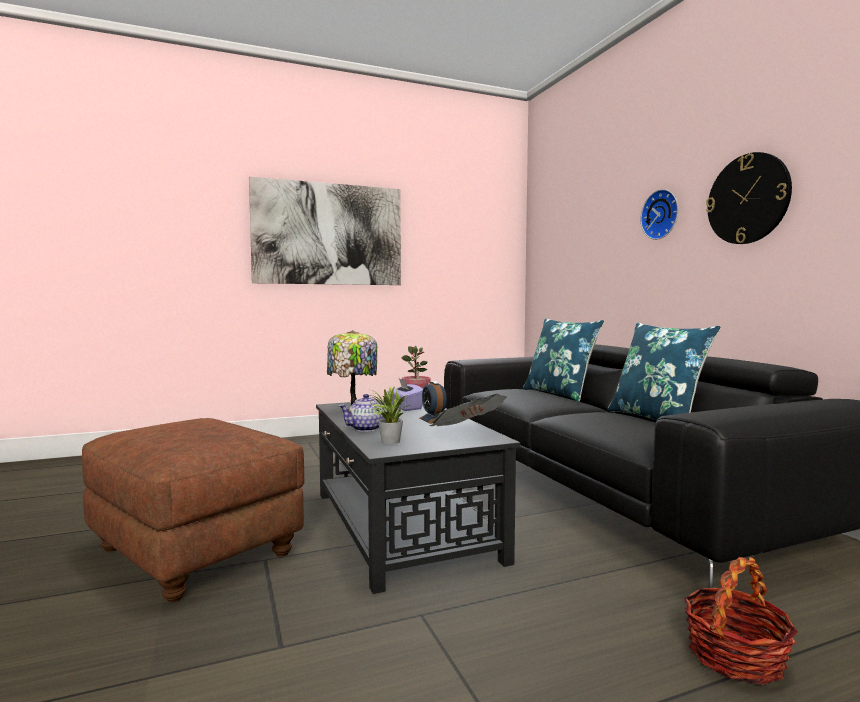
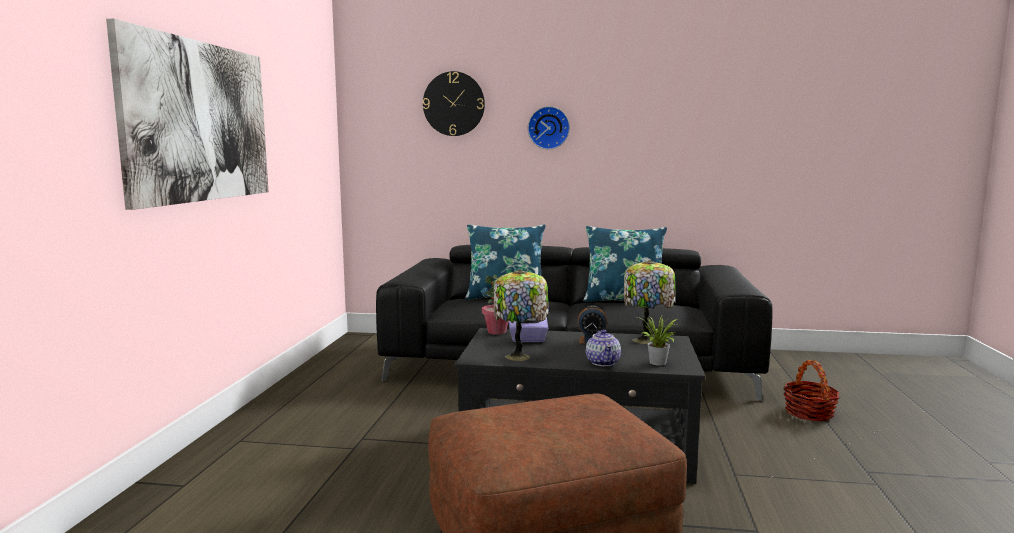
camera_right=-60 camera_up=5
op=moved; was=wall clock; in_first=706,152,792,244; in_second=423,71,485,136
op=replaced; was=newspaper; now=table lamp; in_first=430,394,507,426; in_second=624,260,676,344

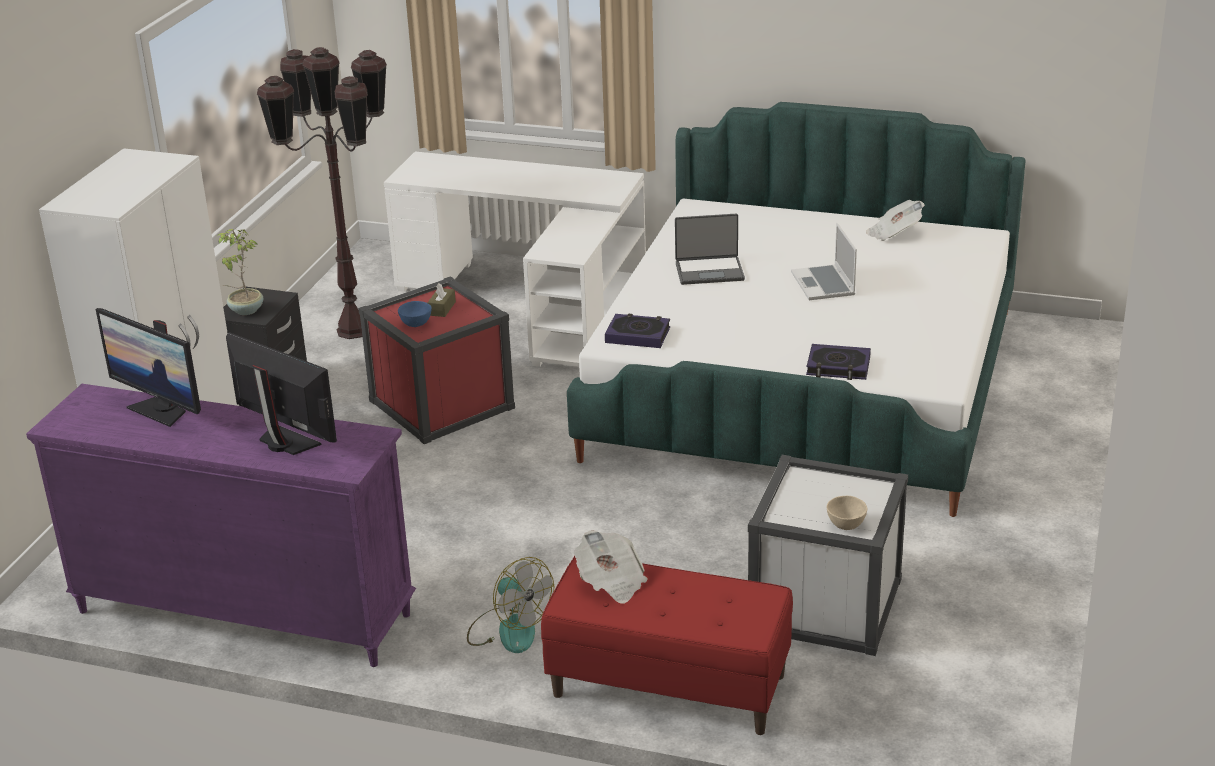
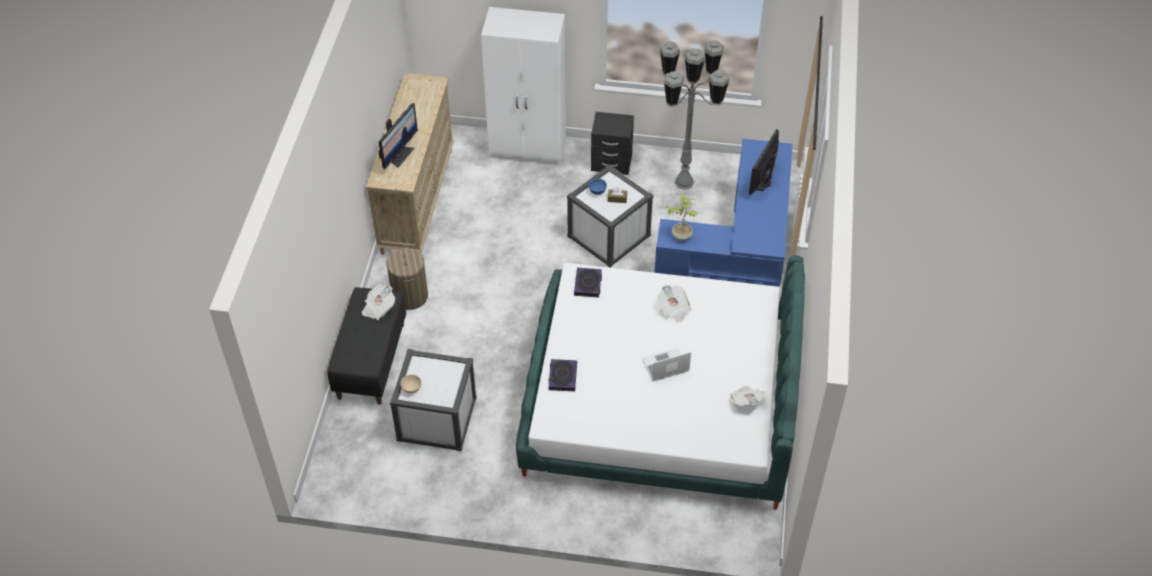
camera_right=80 camera_up=20
op=recoloured; was=brown floor lamp; now=grey floor lamp; in_first=257,47,387,339; in_second=660,40,730,190
op=recoloured; was=white desk; now=blue desk; in_first=384,151,646,371; in_second=655,139,793,287
op=replaced; was=laptop; now=newspaper; in_first=675,214,745,285; in_second=658,285,692,323
op=moved; was=potted plant; in_first=217,229,263,315; in_second=666,195,697,241
op=recoloured; was=red storage box; now=white storage box; in_first=358,276,515,444; in_second=567,165,653,267
op=moved; was=monitor; in_first=96,308,201,427; in_second=749,129,779,195
op=recoloured; was=purple dresser; now=beige dresser; in_first=26,384,416,667; in_second=366,73,454,255
op=recoloured; was=red bench; now=black bench; in_first=541,556,793,735; in_second=327,287,406,405
op=replaced; was=fan; now=laundry basket; in_first=467,557,554,653; in_second=386,246,428,310

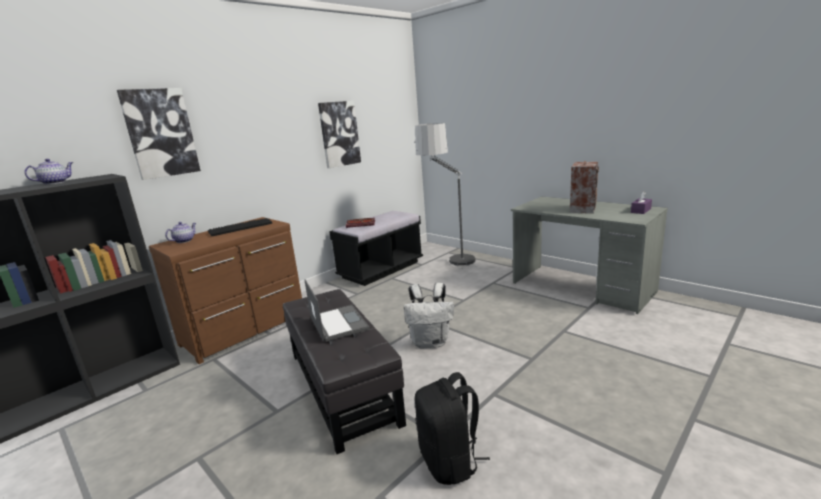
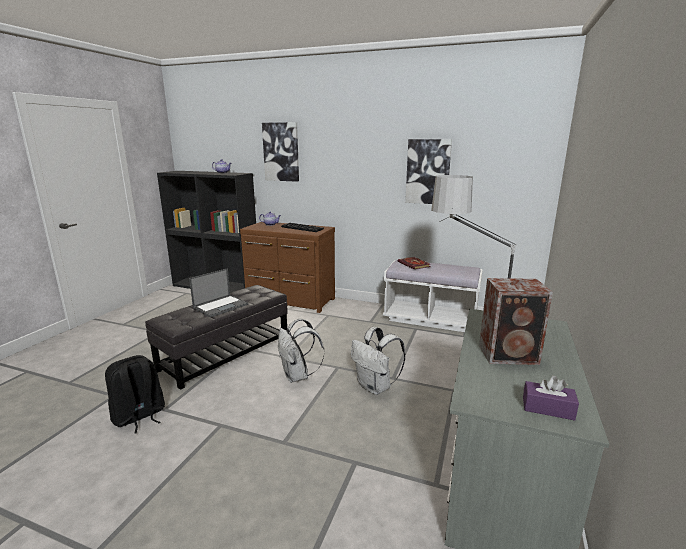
camera_right=65 camera_up=0
op=recoloured; was=black bench; now=white bench; in_first=329,211,423,286; in_second=383,260,483,332
op=added; now=white backpack; in_second=351,327,406,395

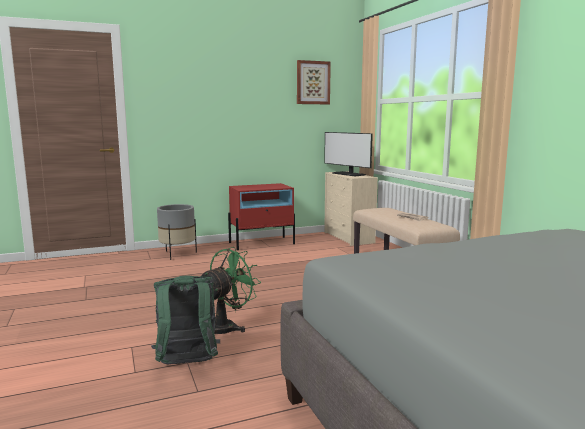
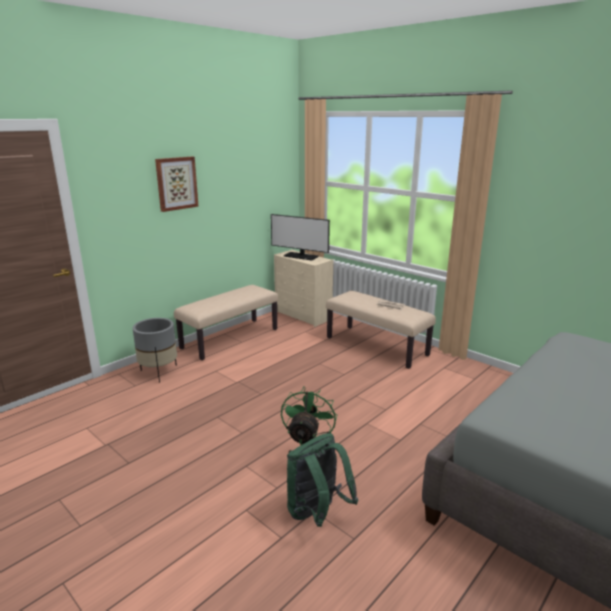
camera_right=-25 camera_up=10
op=moved; was=picture; in_first=297,60,331,104; in_second=155,157,199,212
op=replaced; was=red nightstand; now=beige bench; in_first=228,183,295,250; in_second=174,285,278,360

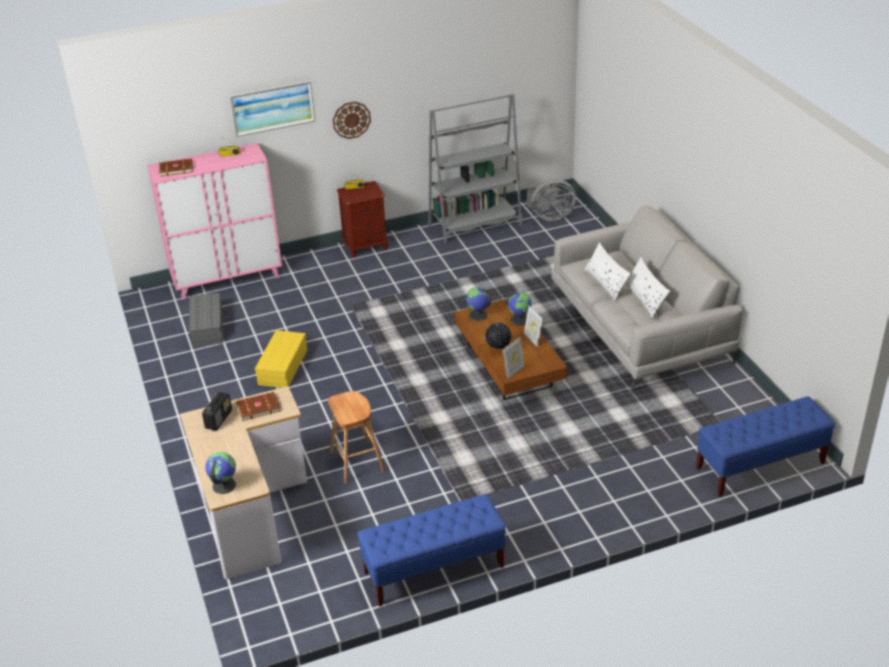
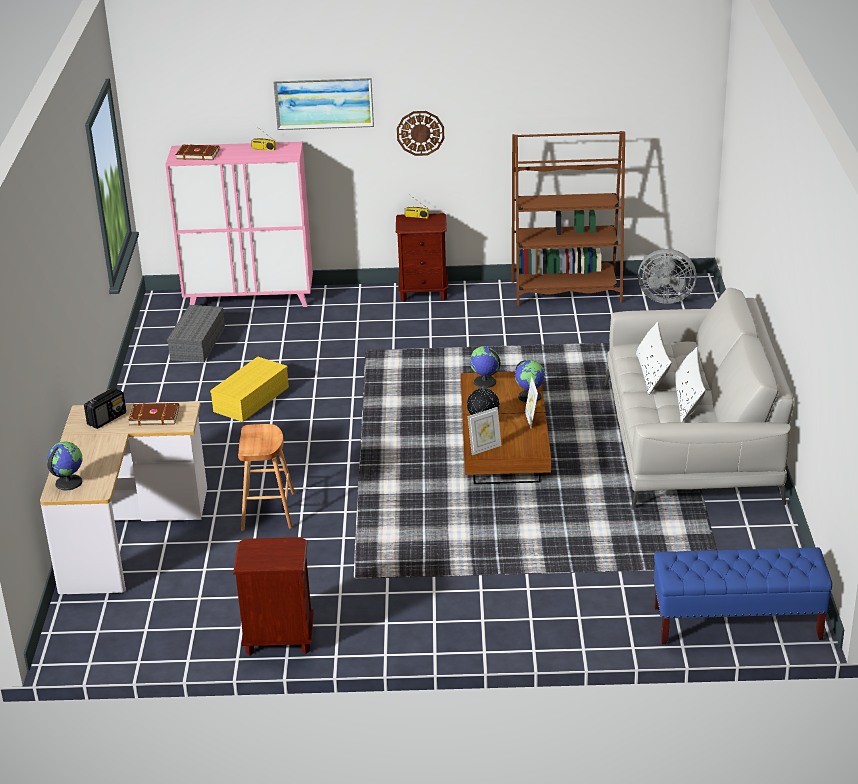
camera_right=20 camera_up=-5
op=recoloured; was=grey bookcase; now=brown bookcase; in_first=428,94,522,244; in_second=512,131,625,306
op=replaced; was=blue bench; now=brown nightstand; in_first=357,494,506,606; in_second=233,537,314,656

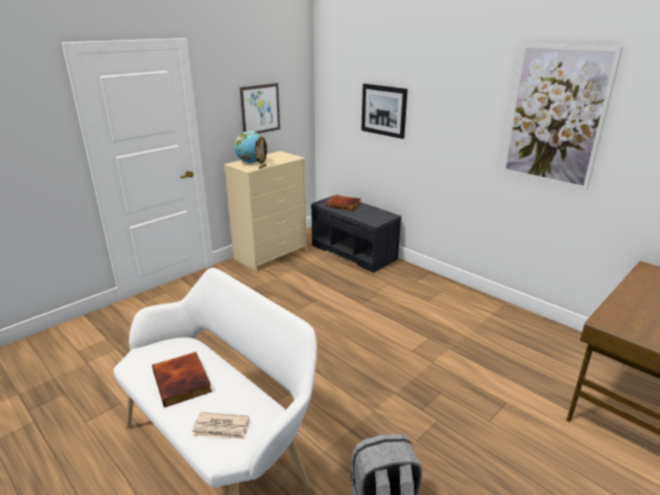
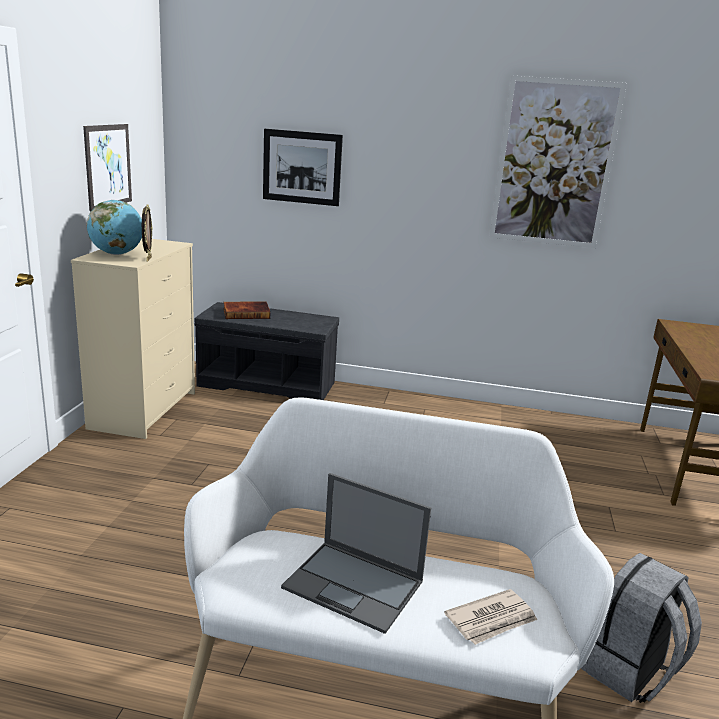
camera_right=-35 camera_up=-5
op=replaced; was=book; now=laptop; in_first=152,352,212,408; in_second=281,473,431,634

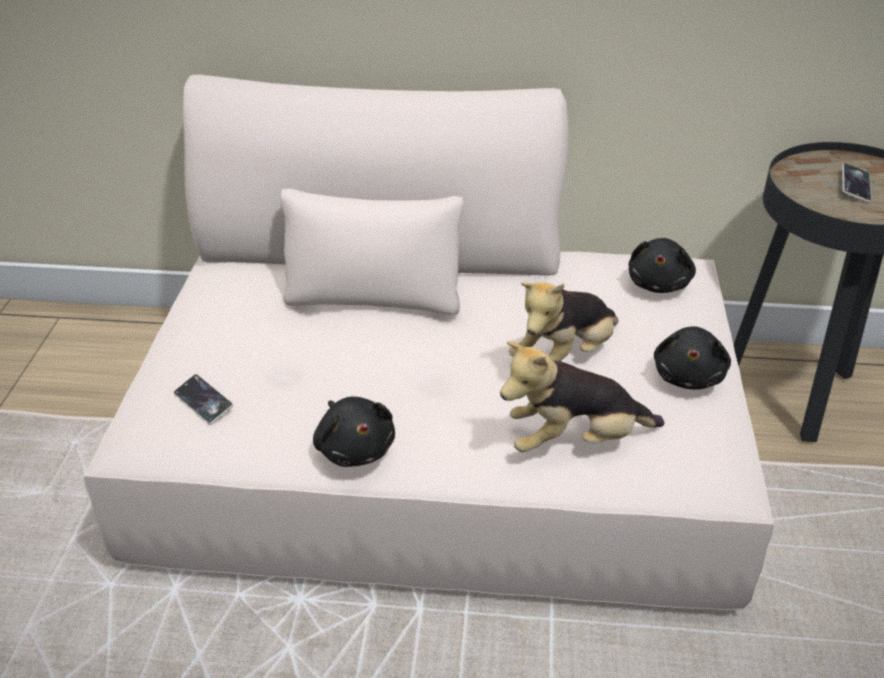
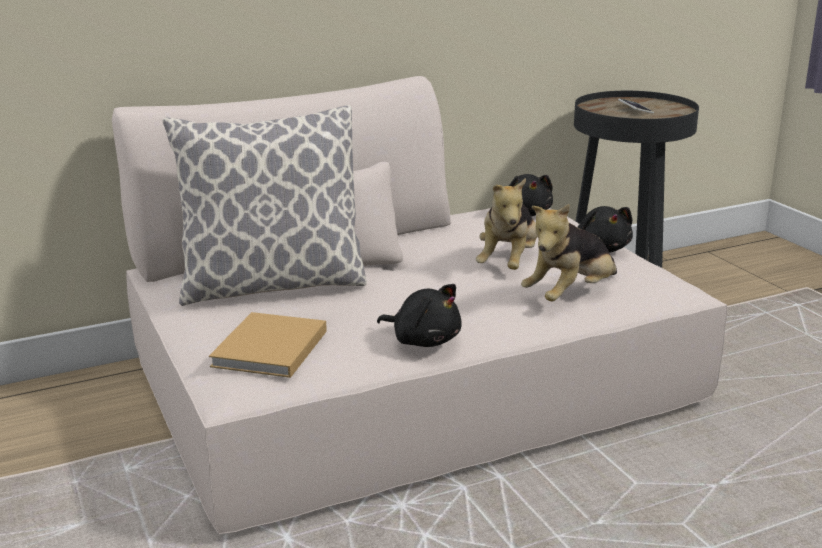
camera_right=-30 camera_up=-15
op=replaced; was=phone; now=beige book; in_first=174,374,233,425; in_second=209,312,327,378
op=added; now=pillow; in_second=162,105,367,306

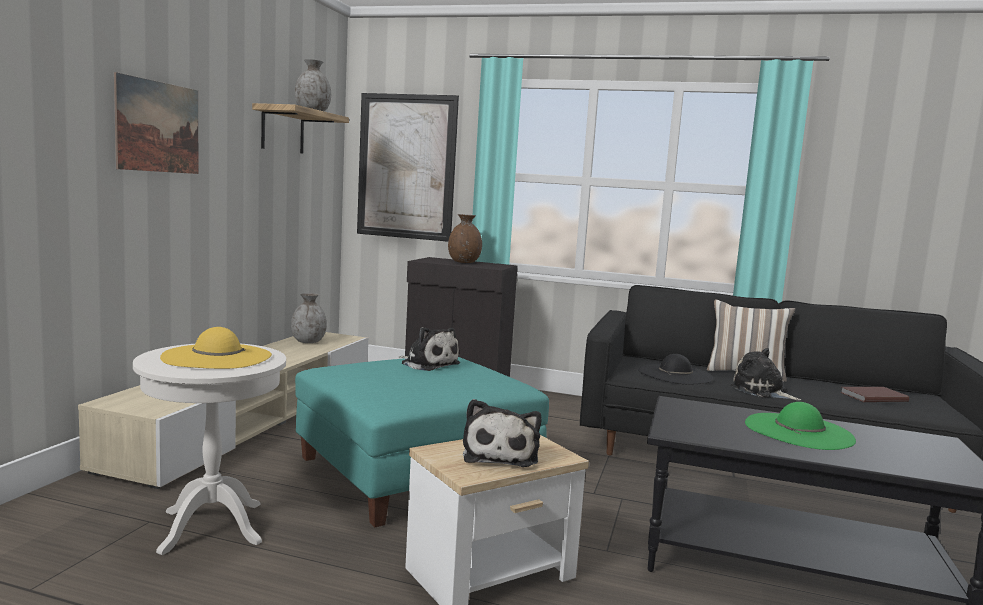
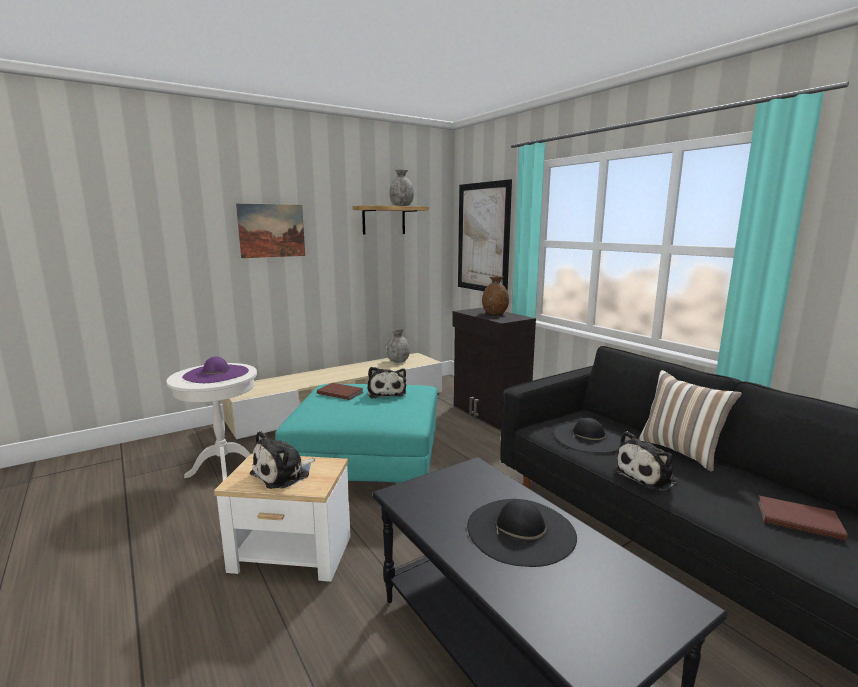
camera_right=40 camera_up=5
op=recoloured; was=yellow hat; now=purple hat; in_first=160,327,272,369; in_second=182,357,249,383
op=turned; was=plush toy; in_first=731,348,801,401; in_second=613,431,677,491; clockwise=-120
op=recoloured; was=green hat; now=black hat; in_first=745,402,856,450; in_second=467,499,577,567
op=added; now=brown book; in_second=317,383,364,400

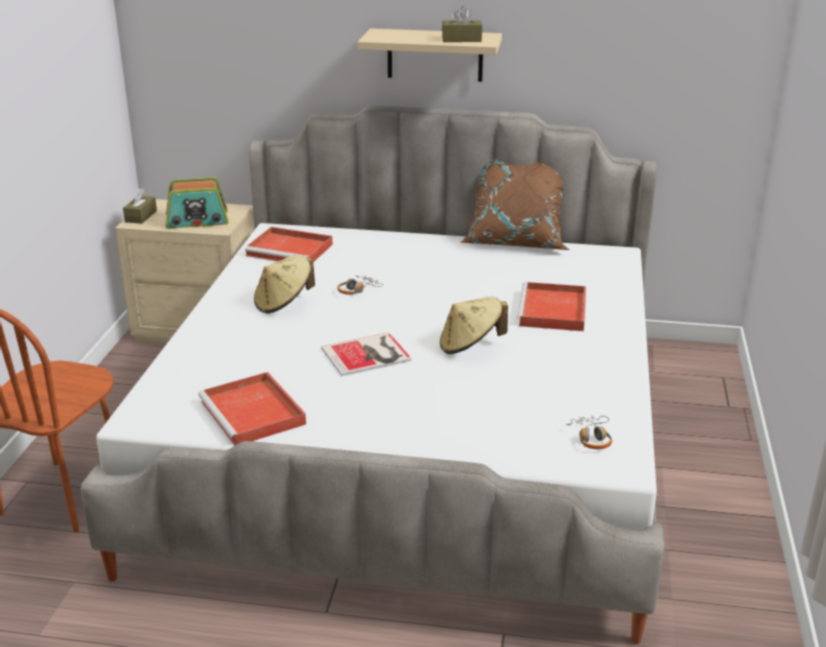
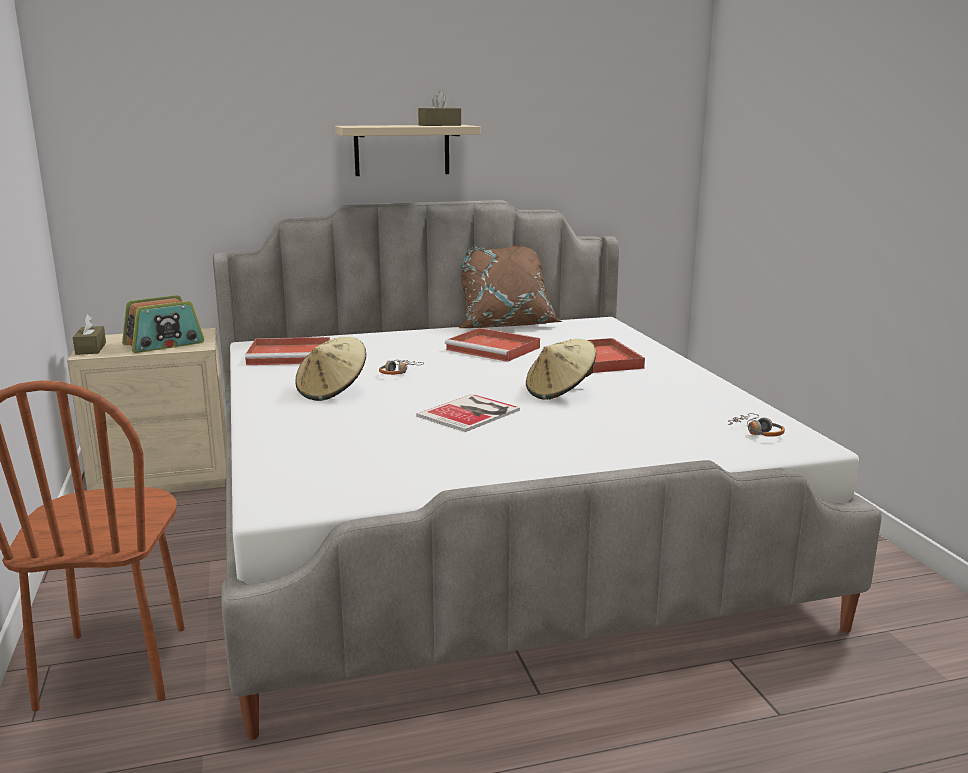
camera_right=-25 camera_up=-10
op=moved; was=red tray; in_first=198,372,306,445; in_second=445,328,540,362

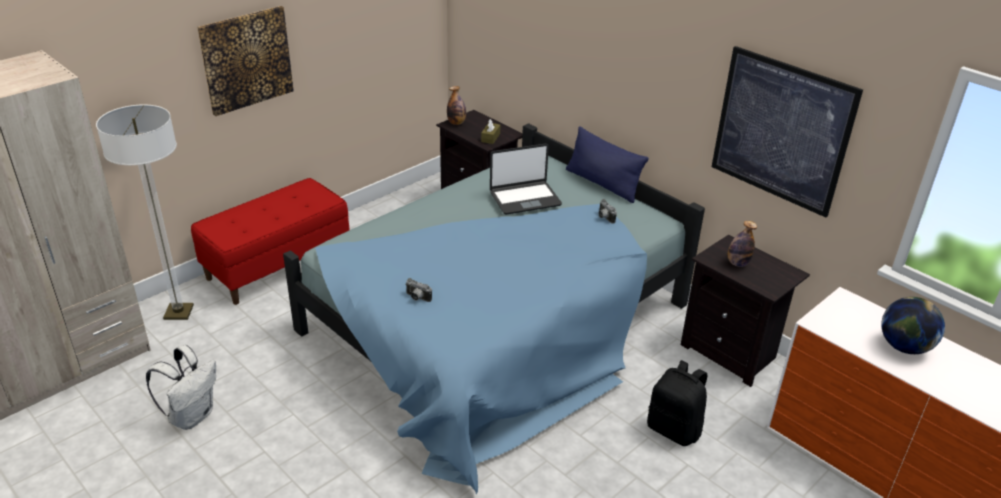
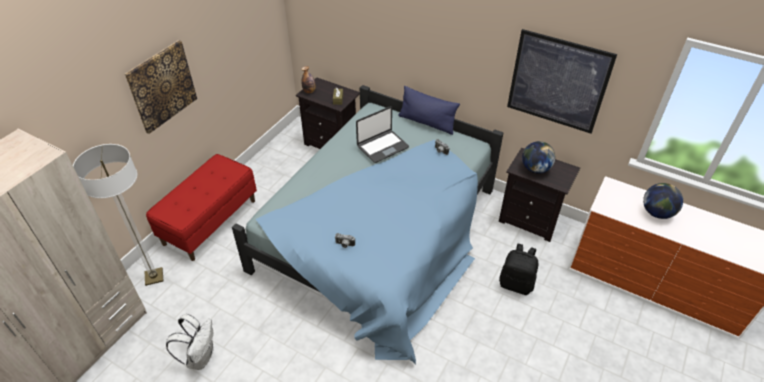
camera_right=-15 camera_up=10
op=replaced; was=bottle; now=globe; in_first=728,221,757,267; in_second=522,141,556,174

